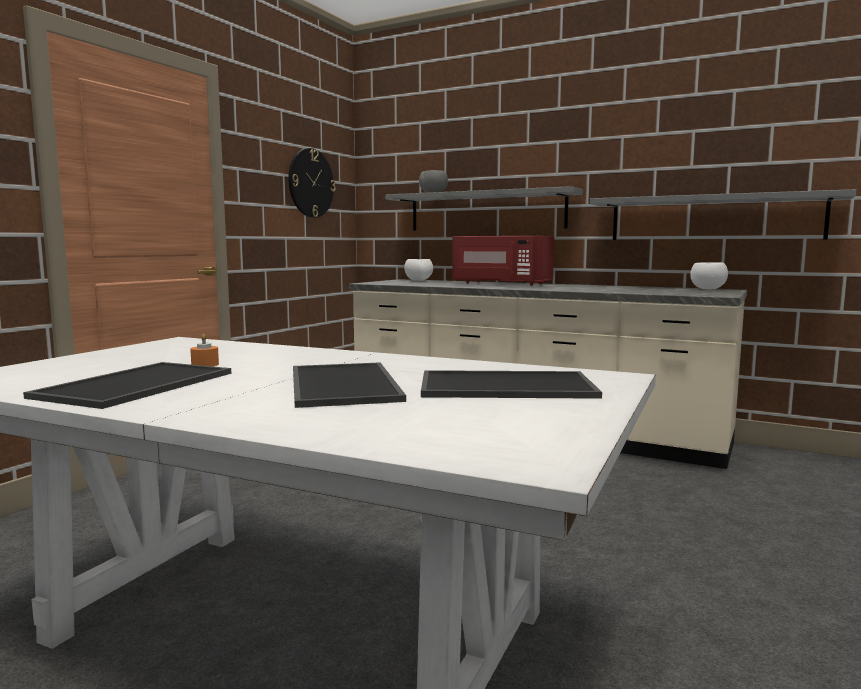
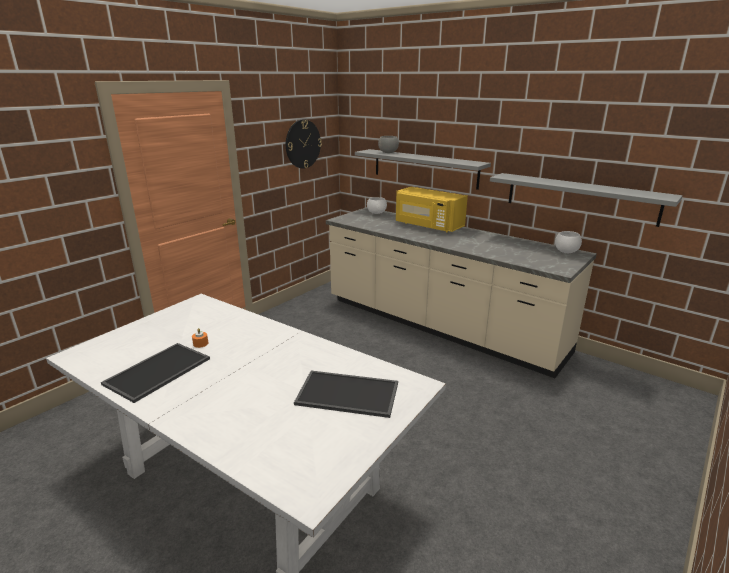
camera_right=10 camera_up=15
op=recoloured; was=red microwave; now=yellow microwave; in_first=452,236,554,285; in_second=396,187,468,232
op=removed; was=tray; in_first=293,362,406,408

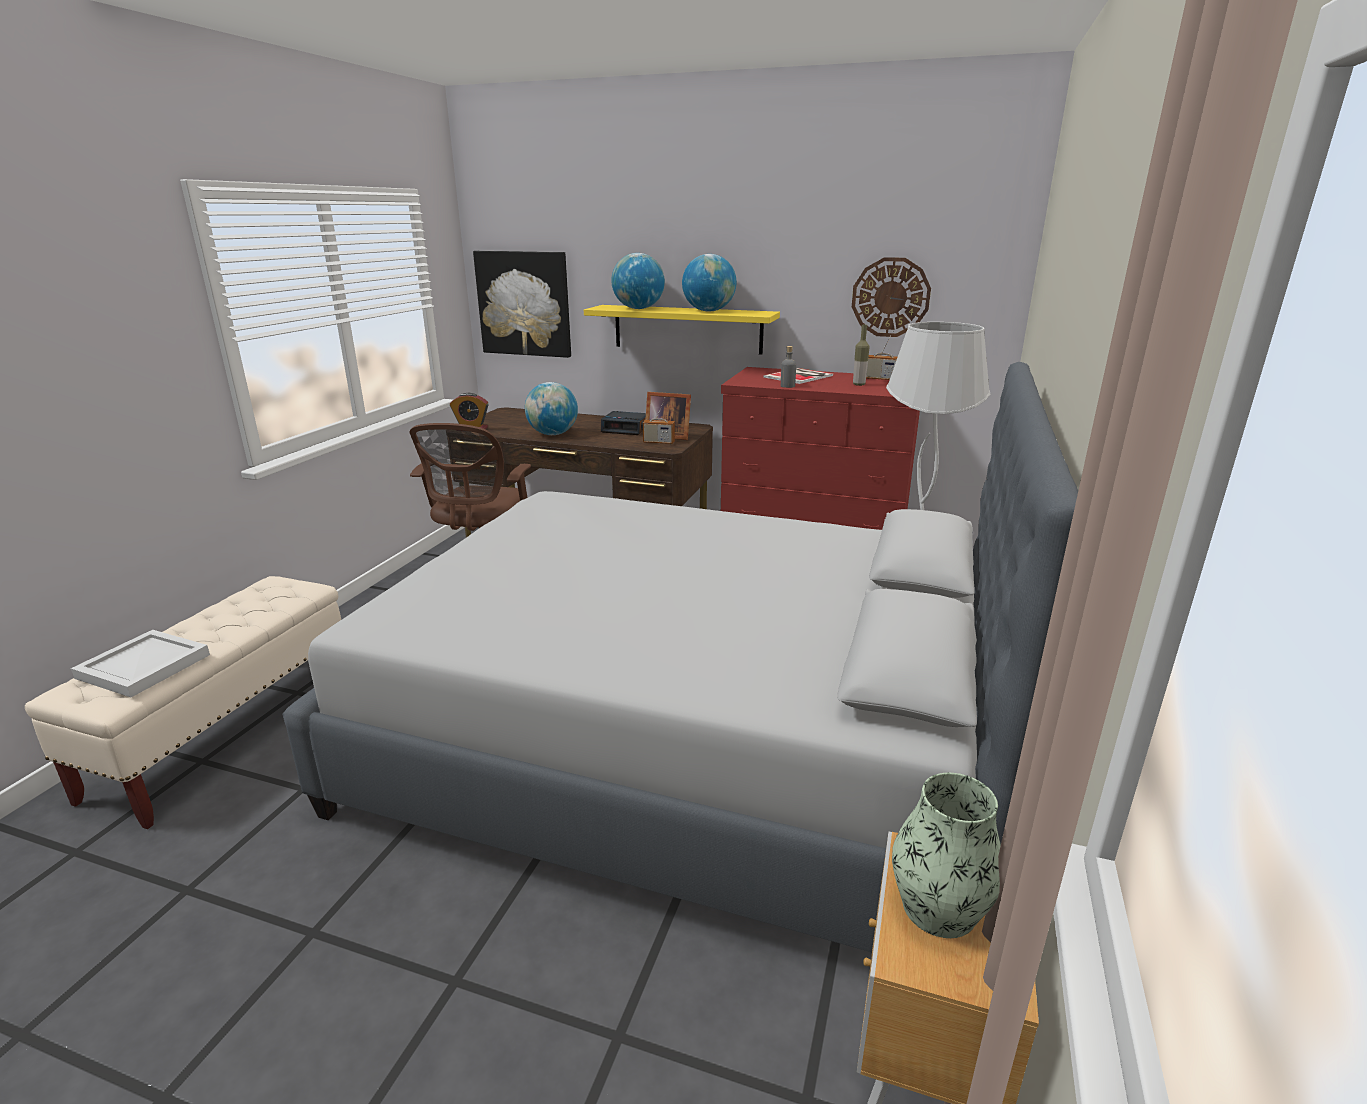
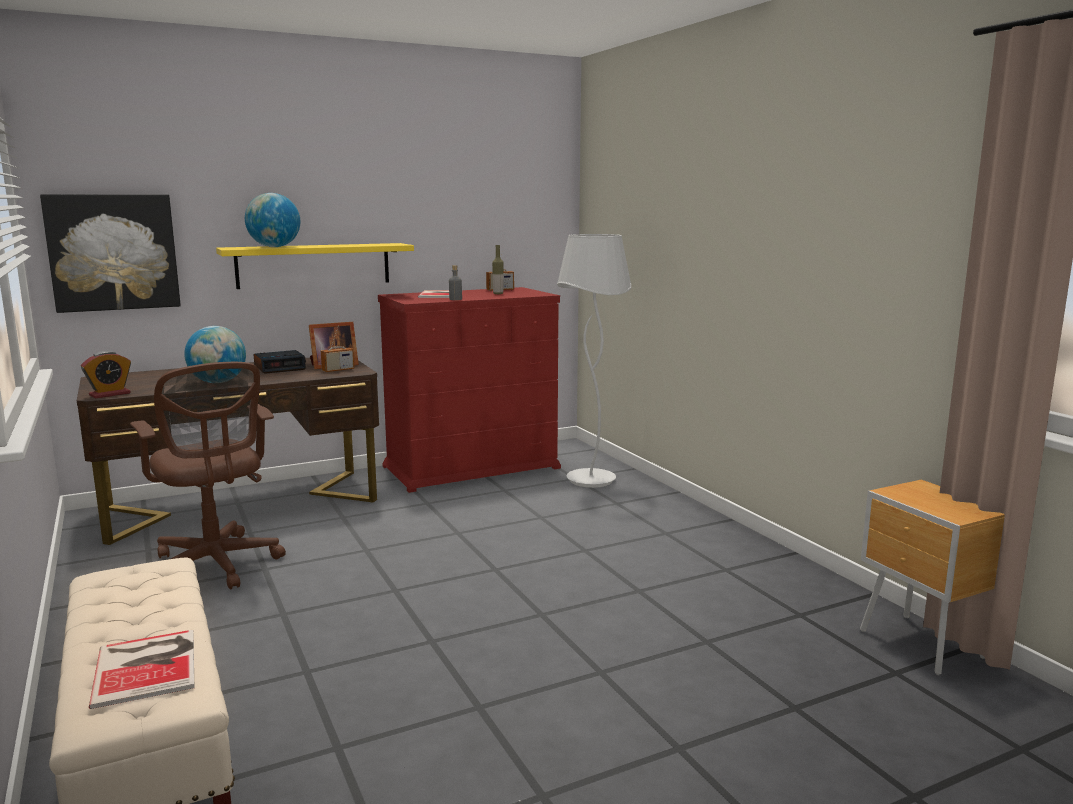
camera_right=-45 camera_up=-10
op=removed; was=globe; in_first=682,254,737,312
op=removed; was=wall clock; in_first=852,257,931,337
op=removed; was=grey bed; in_first=282,362,1078,952
op=replaced; was=white tray; now=book; in_first=71,630,210,697; in_second=89,630,194,709
op=removed; was=vase; in_first=892,773,1001,938

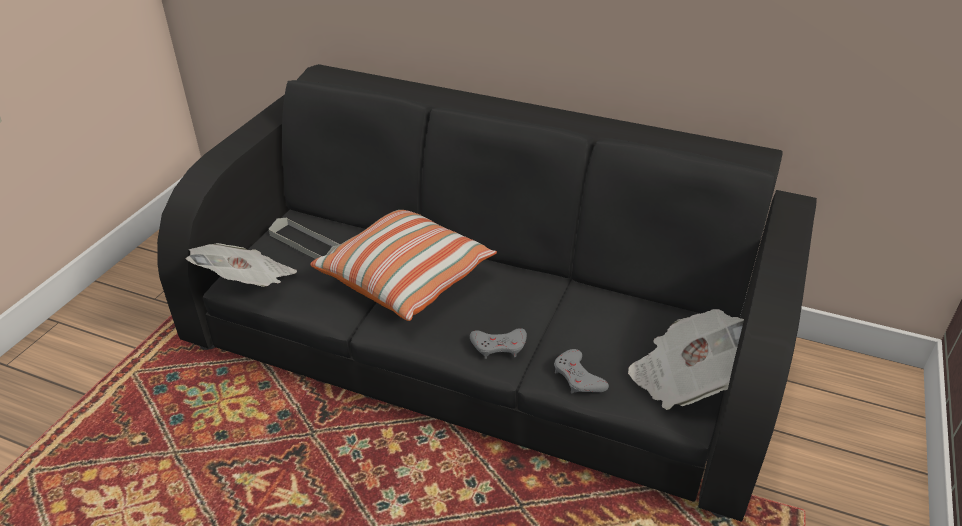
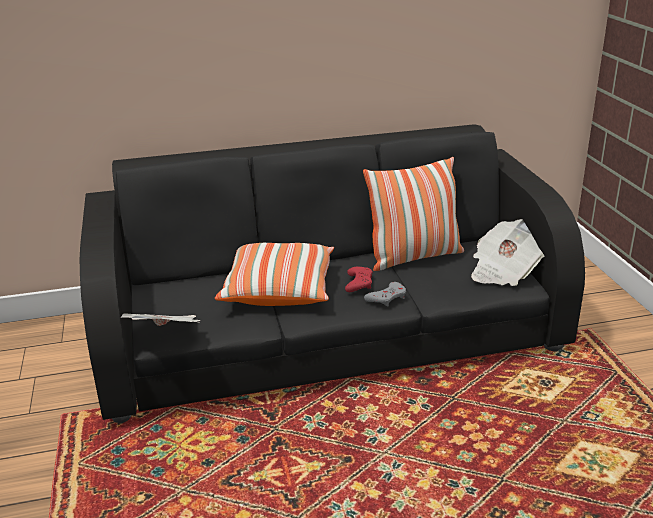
camera_right=-35 camera_up=-10
op=removed; was=grey tray; in_first=269,218,340,259
op=removed; was=grey game controller; in_first=554,349,609,393
op=added; now=pillow; in_second=363,157,464,271
op=added; now=red game controller; in_second=345,267,373,292

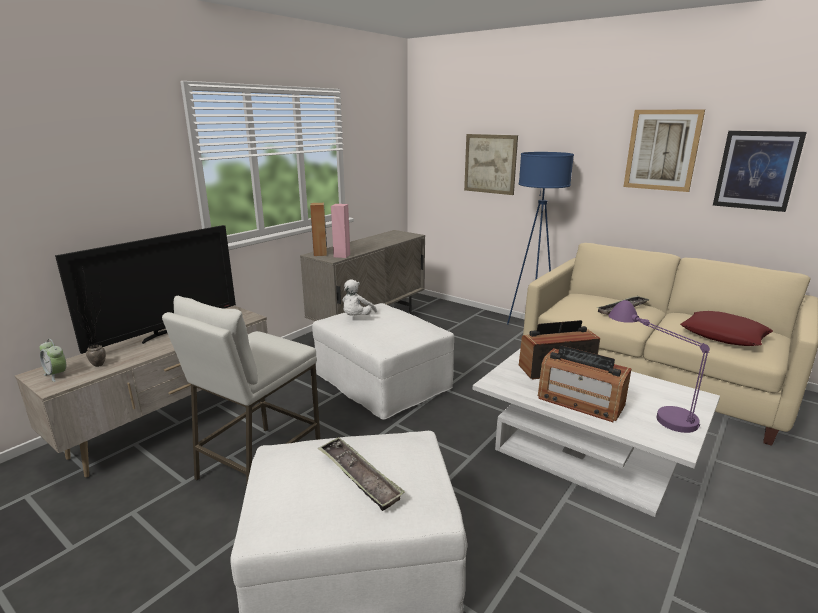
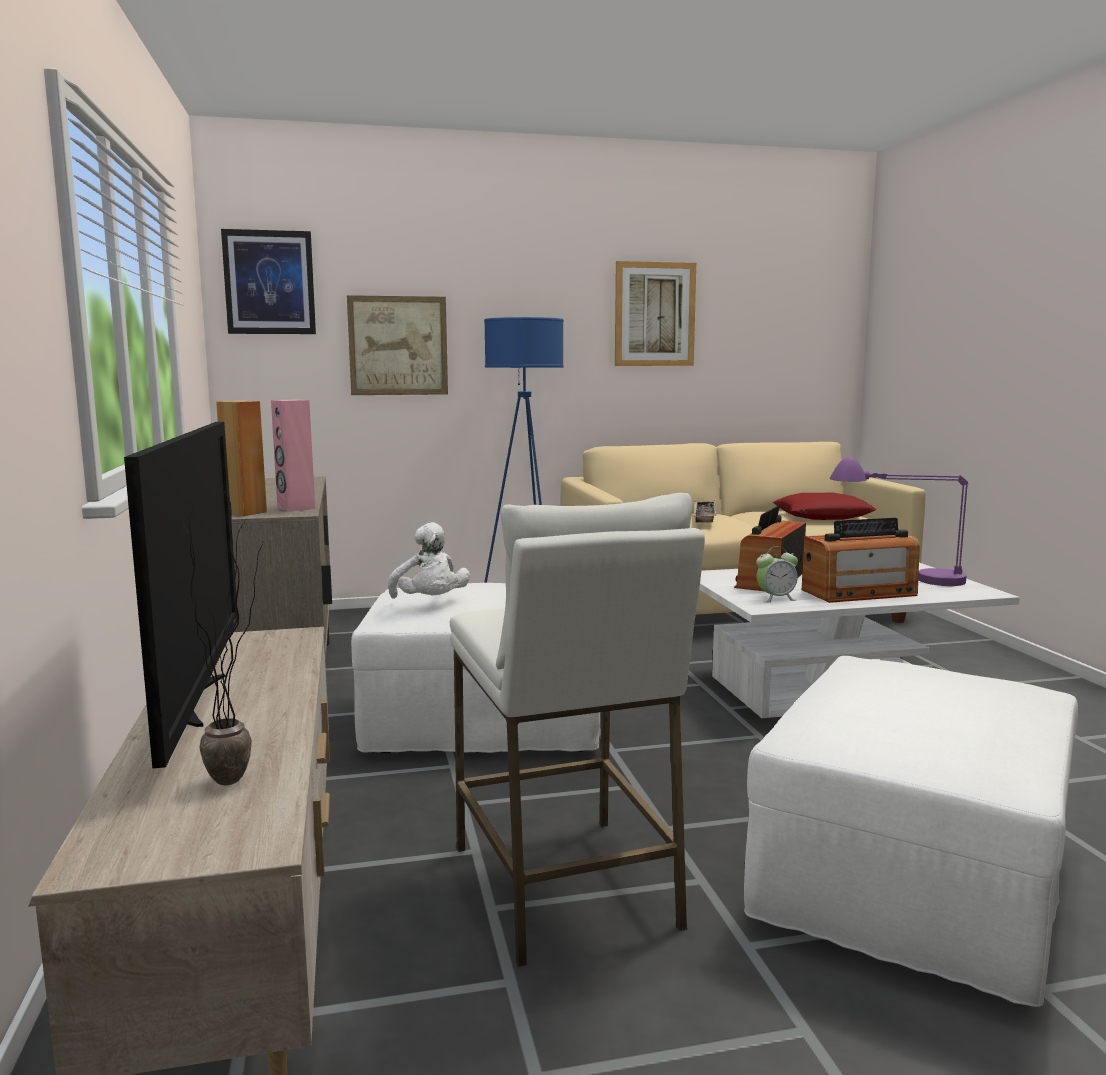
camera_right=-50 camera_up=-10
op=moved; was=picture; in_first=713,131,807,212; in_second=221,229,316,334
op=moved; was=alarm clock; in_first=40,339,66,382; in_second=756,546,798,603
op=removed; was=tray; in_first=318,437,405,511

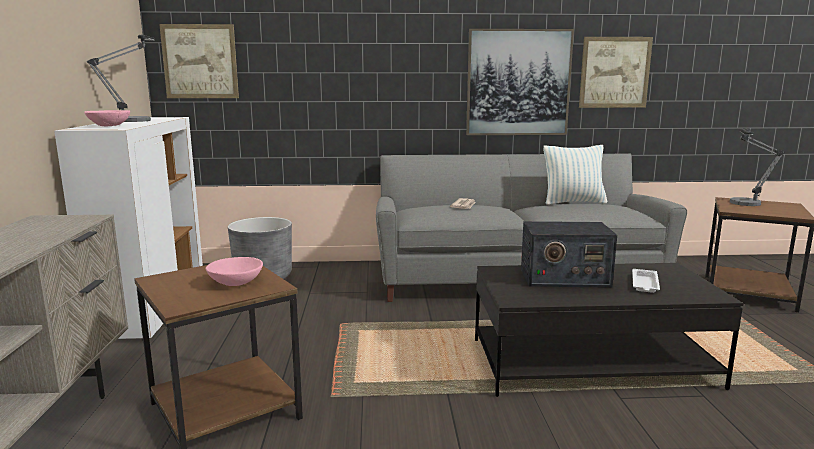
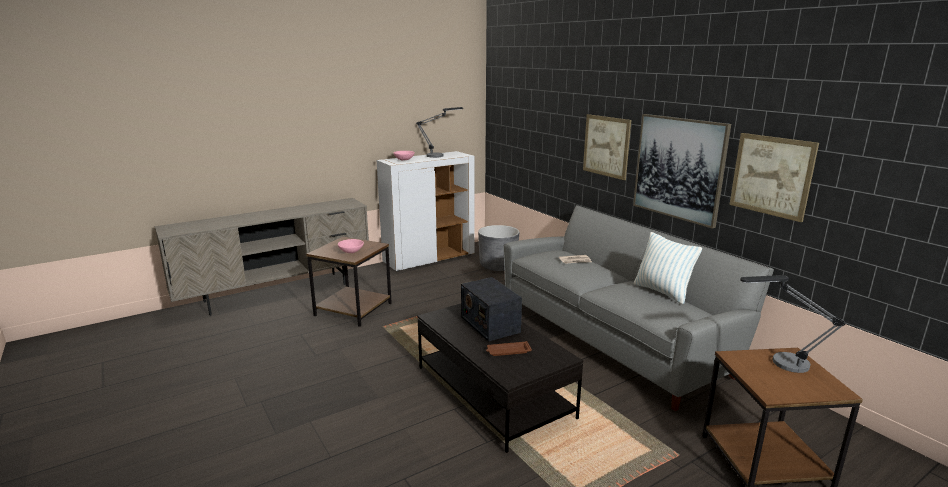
camera_right=60 camera_up=5
op=moved; was=picture; in_first=159,24,239,98; in_second=583,114,631,180
op=recoloured; was=white tray; now=brown tray; in_first=632,269,660,293; in_second=486,341,532,356

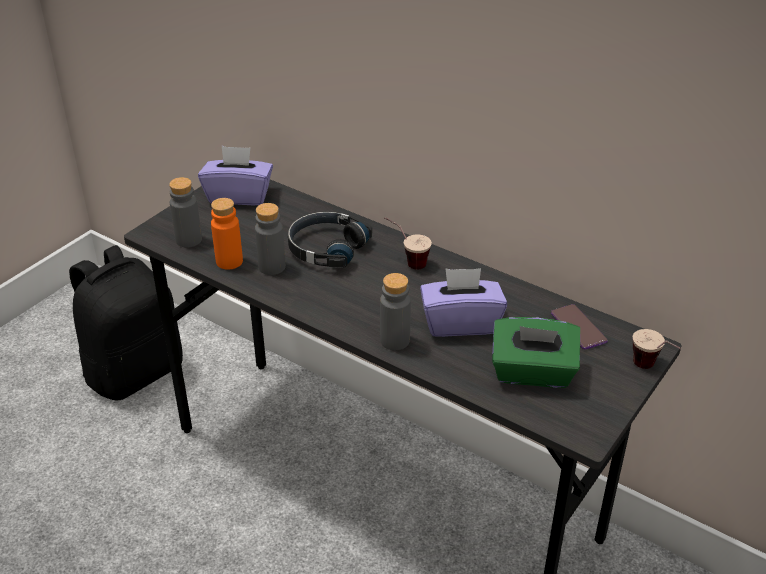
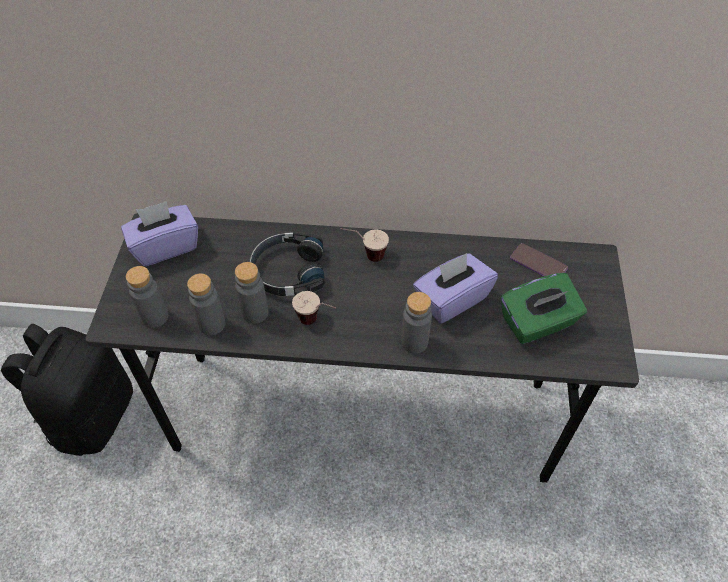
camera_right=-30 camera_up=15
op=recoloured; was=orange bottle; now=grey bottle; in_first=211,198,243,270; in_second=187,273,225,335
op=moved; was=cup; in_first=633,329,681,369; in_second=292,291,336,325

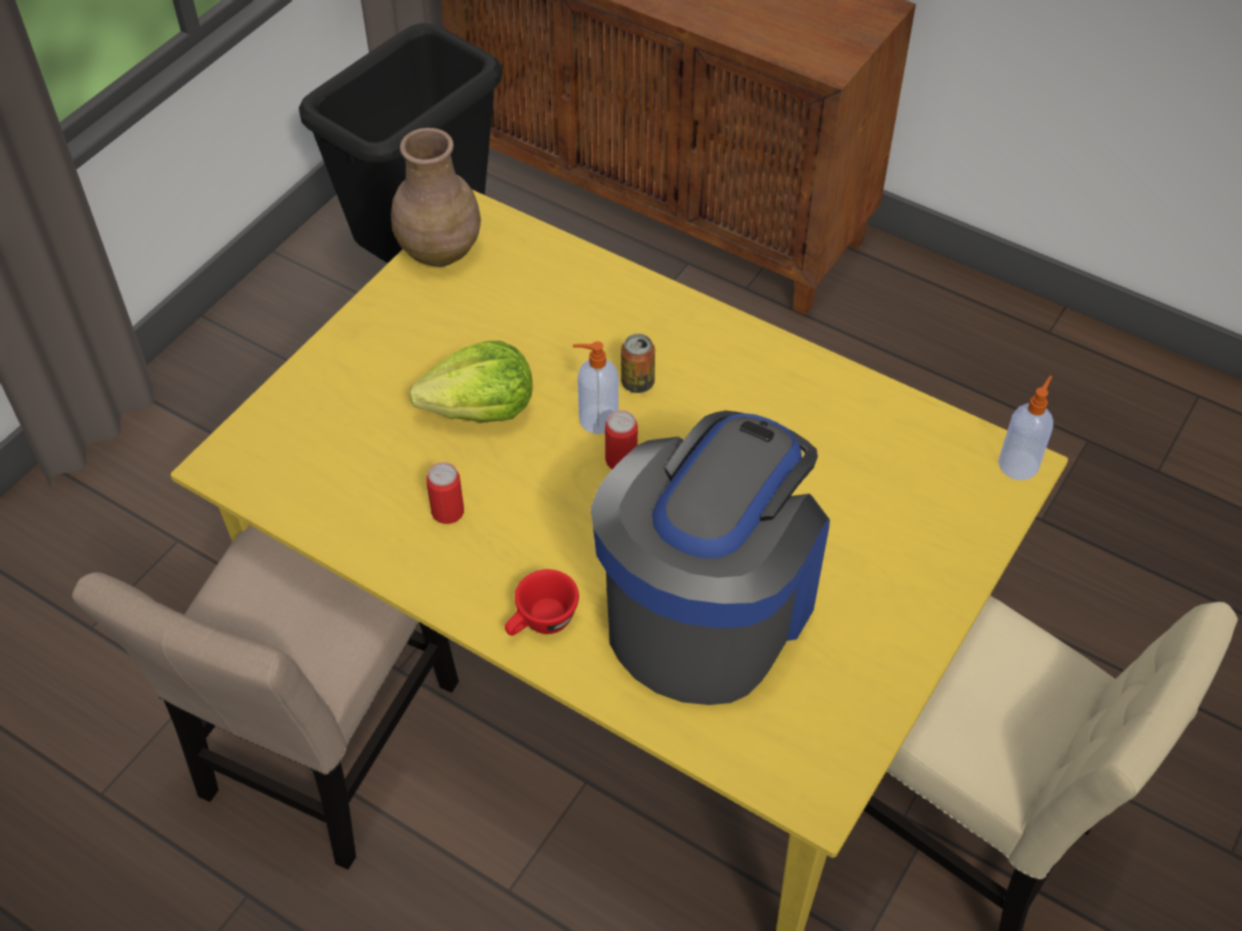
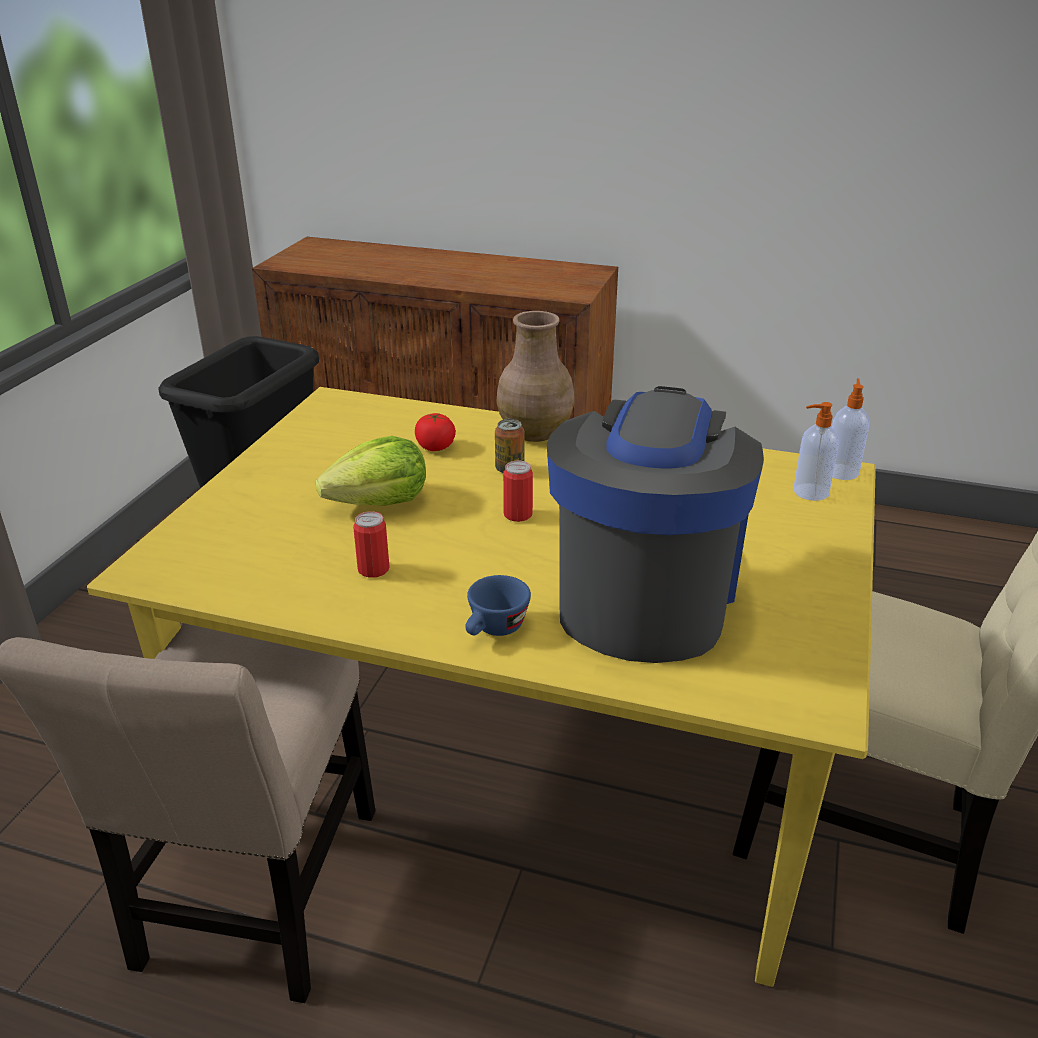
camera_right=-15 camera_up=-20
op=moved; was=brown vase; in_first=391,128,481,267; in_second=497,311,575,442
op=moved; was=soap dispenser; in_first=573,341,619,434; in_second=793,402,839,501
op=recoloured; was=red cup; now=blue cup; in_first=505,569,579,636; in_second=465,575,531,636
op=added; now=tomato; in_second=415,413,456,451

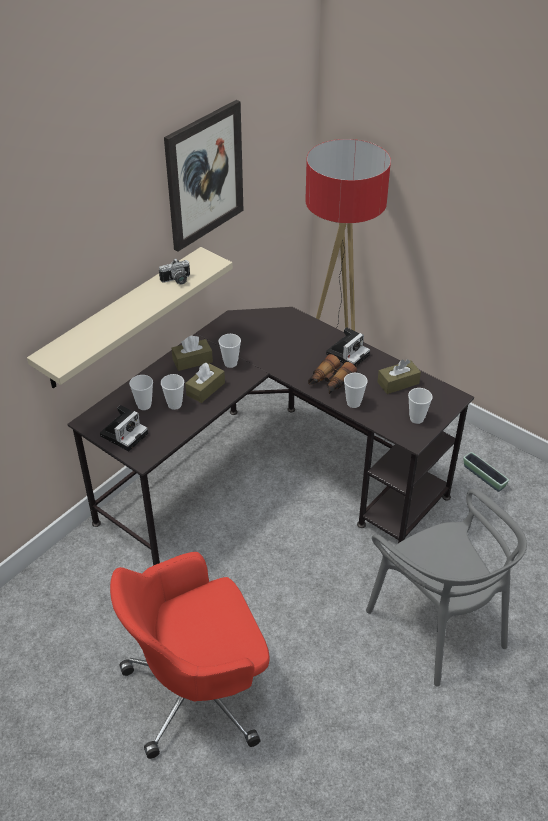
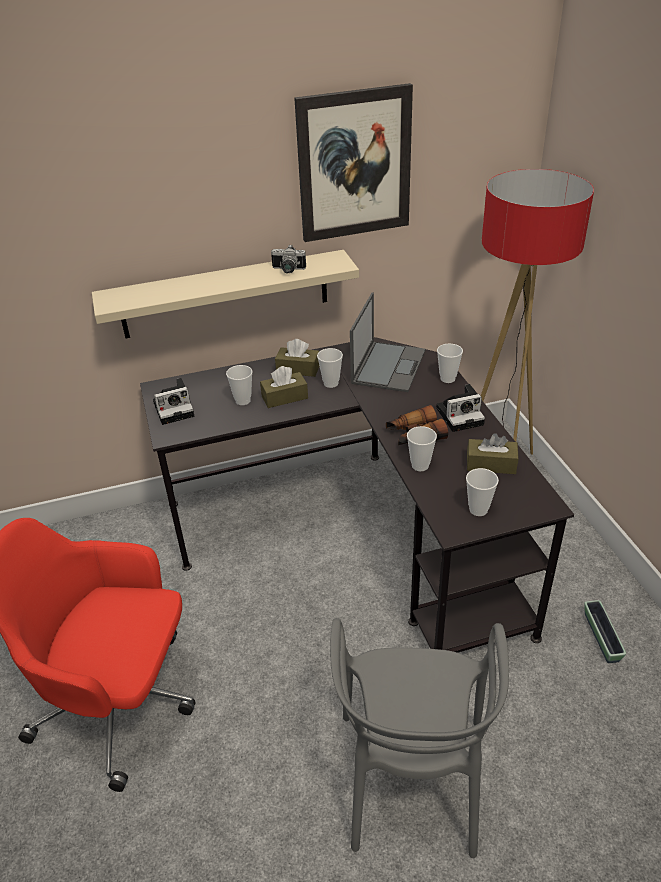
camera_right=35 camera_up=-5
op=moved; was=cup; in_first=129,375,153,410; in_second=437,344,463,383
op=added; now=laptop; in_second=350,292,426,392

